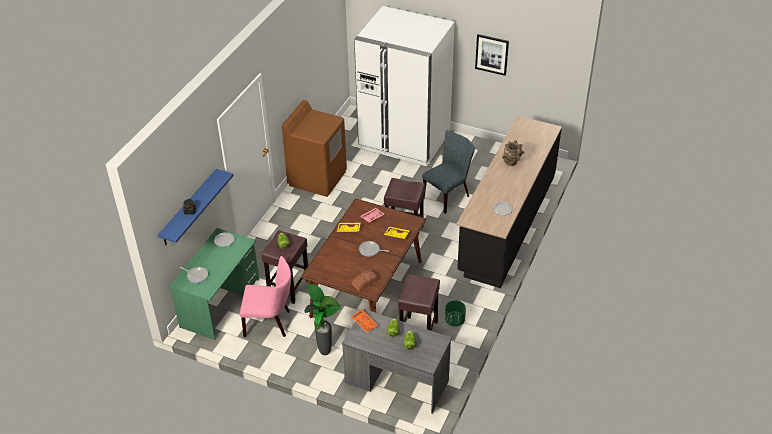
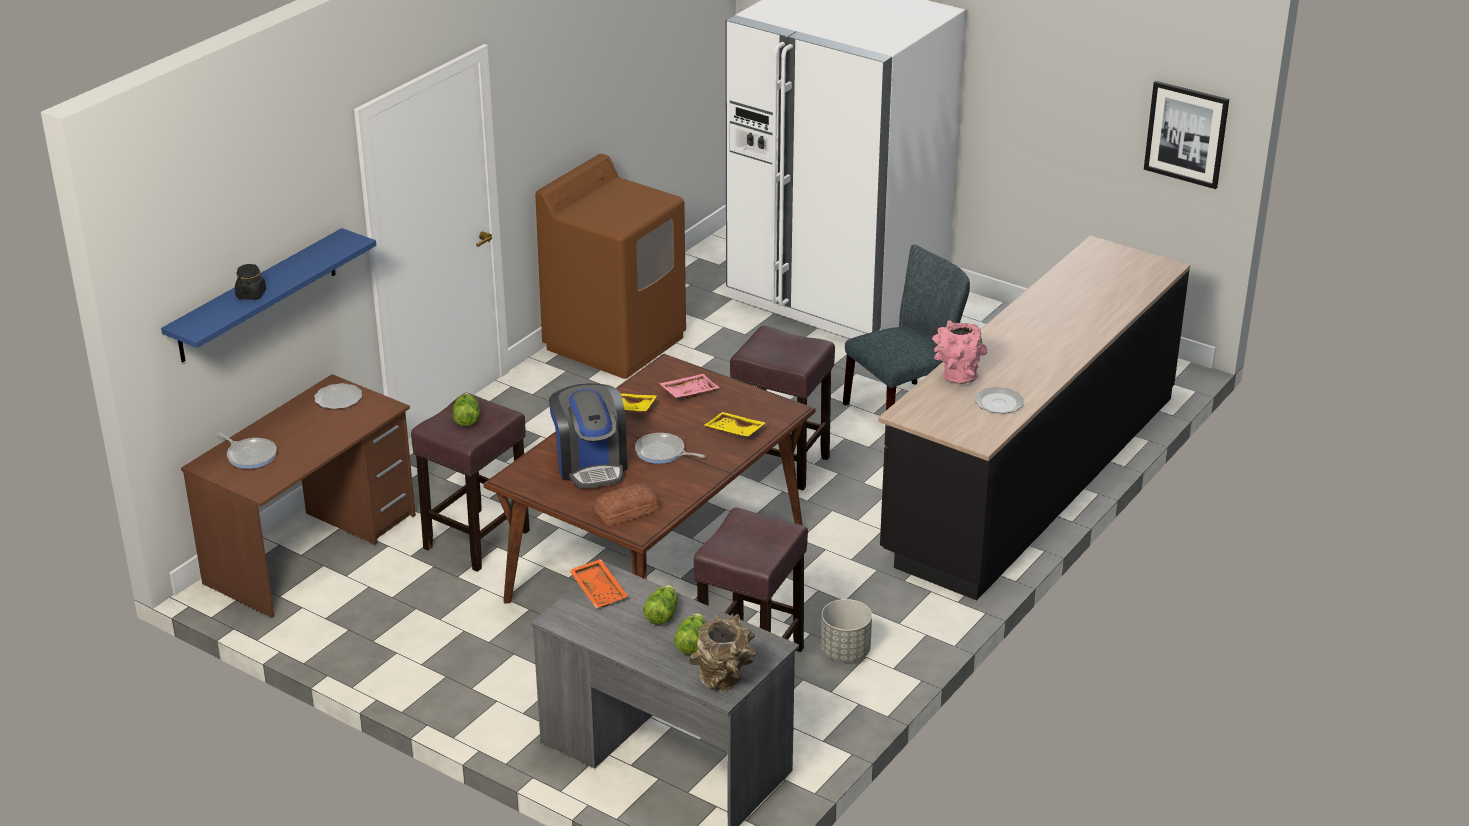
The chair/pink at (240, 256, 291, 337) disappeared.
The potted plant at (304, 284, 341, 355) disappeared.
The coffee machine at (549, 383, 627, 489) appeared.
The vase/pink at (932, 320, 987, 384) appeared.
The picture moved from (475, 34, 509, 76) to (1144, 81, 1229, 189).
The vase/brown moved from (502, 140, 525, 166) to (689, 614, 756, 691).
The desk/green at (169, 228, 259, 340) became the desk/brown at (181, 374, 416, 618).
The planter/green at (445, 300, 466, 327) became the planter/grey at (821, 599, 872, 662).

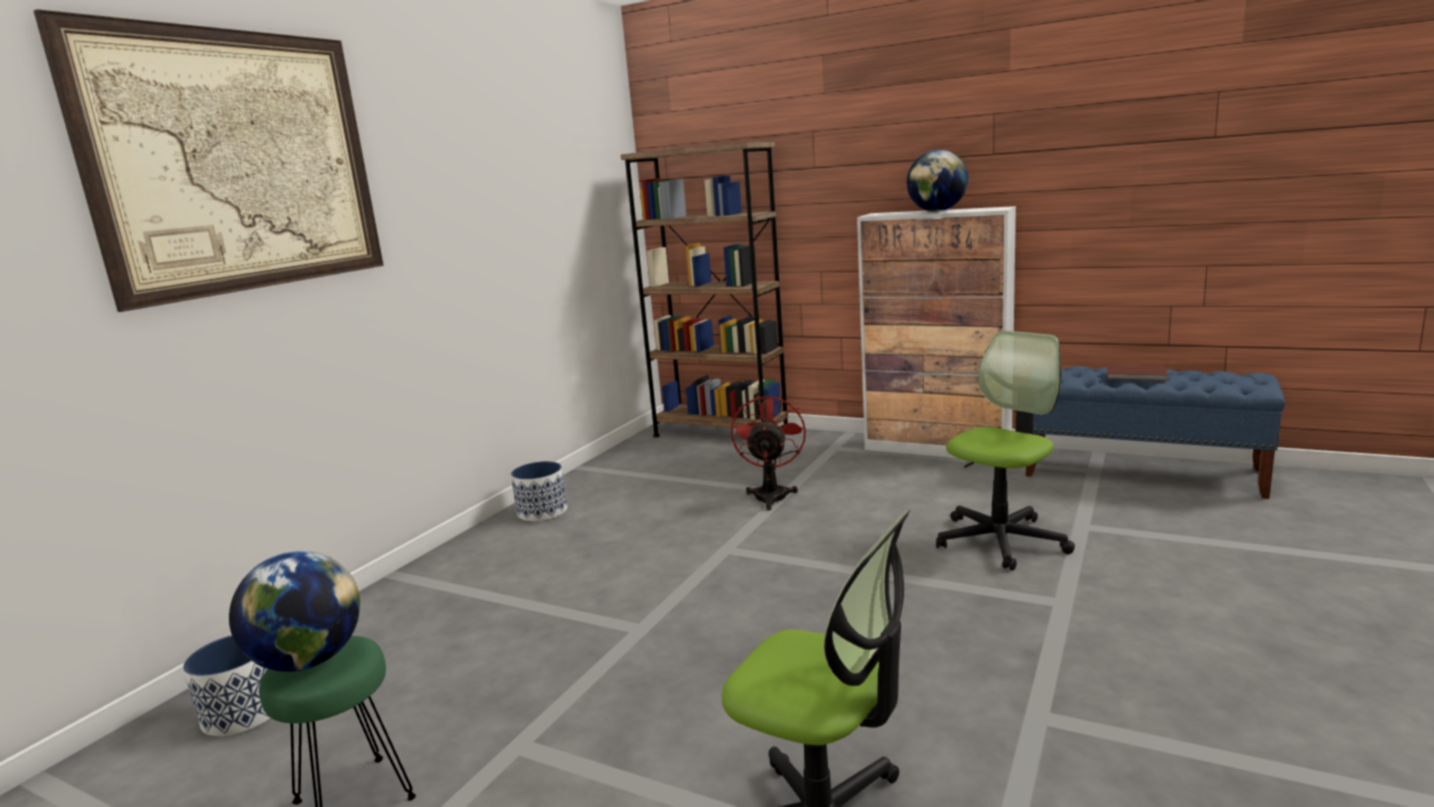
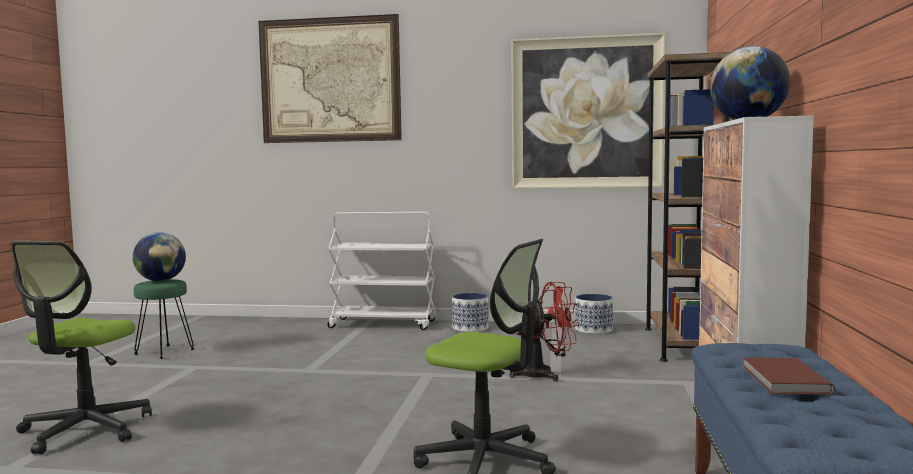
The cart/white at (327, 212, 436, 330) appeared.
The picture at (511, 33, 666, 189) appeared.
The planter moved from (183, 635, 270, 736) to (575, 294, 613, 334).

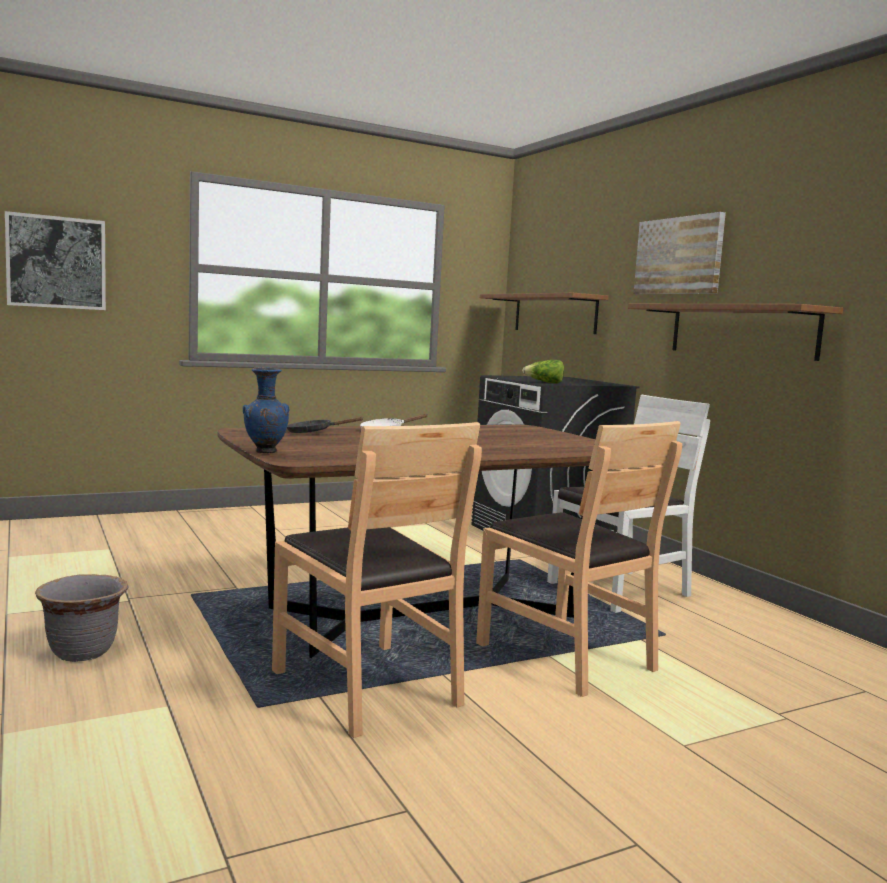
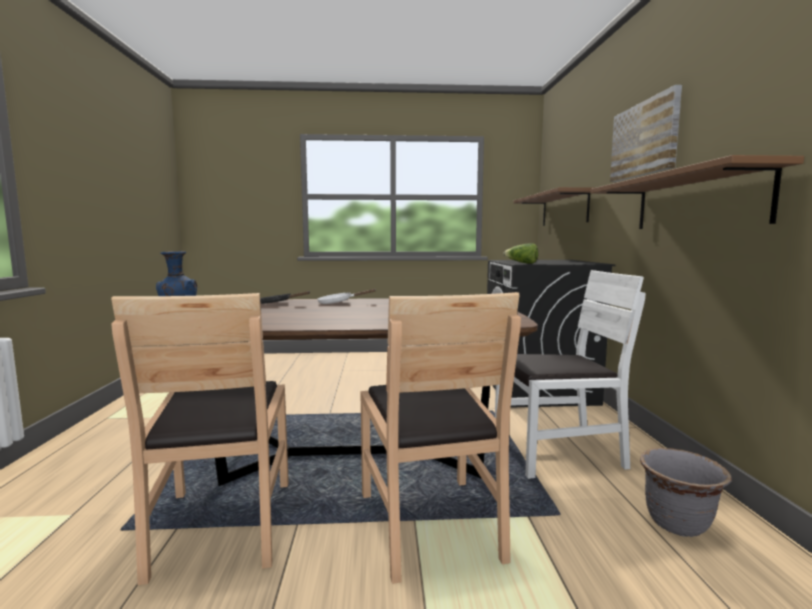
The picture at (5, 211, 106, 310) disappeared.
The planter/grey moved from (35, 574, 128, 662) to (640, 448, 732, 537).

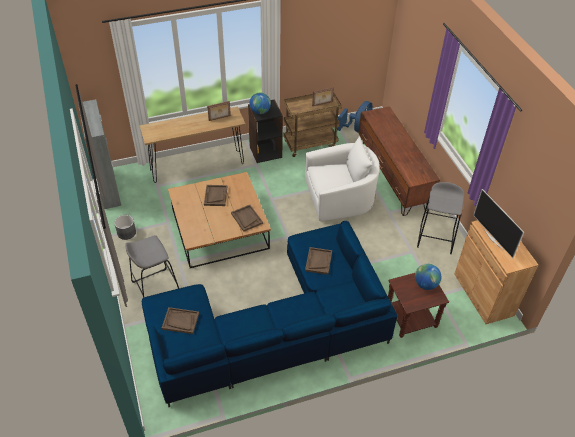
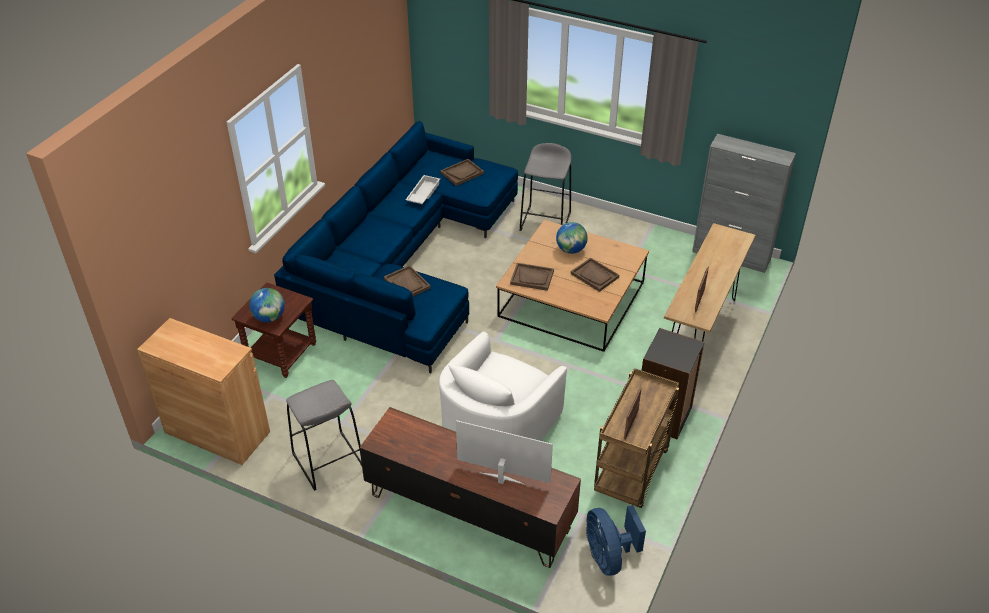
The planter/grey at (114, 215, 136, 240) disappeared.
The tray/white at (406, 175, 440, 204) appeared.
The globe moved from (250, 93, 271, 114) to (556, 222, 588, 254).
The television moved from (473, 189, 524, 258) to (456, 420, 553, 485).

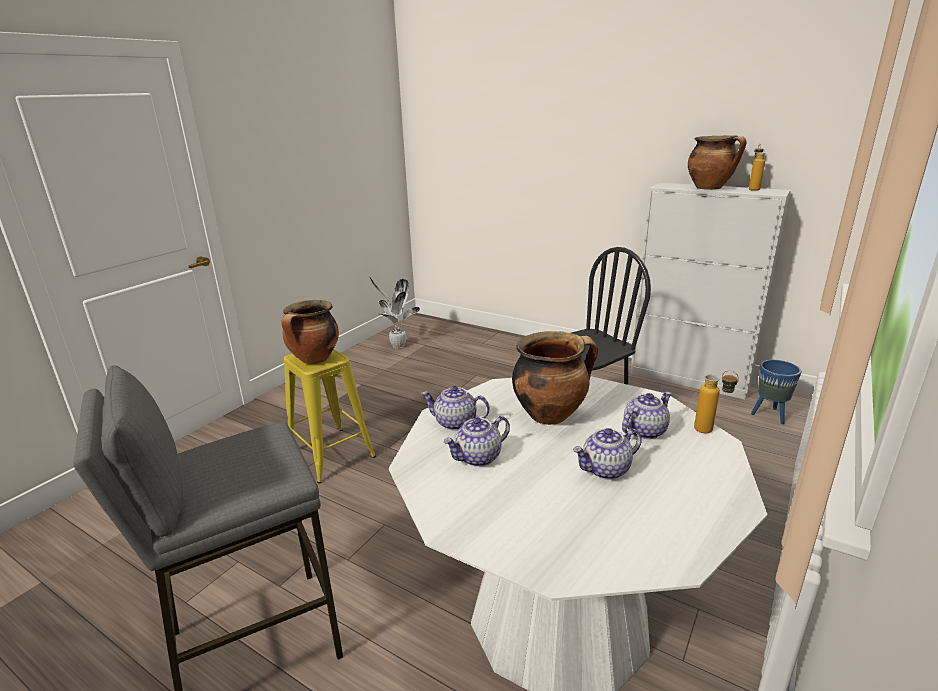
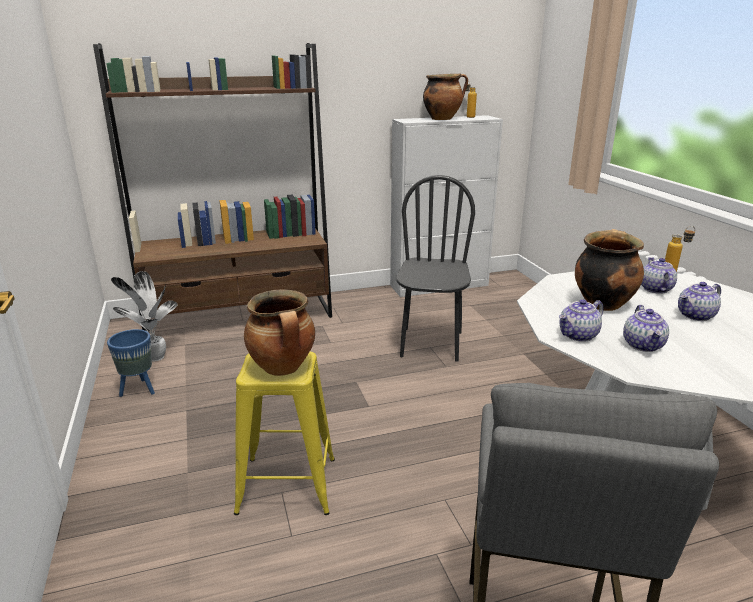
The bookcase/brown at (93, 43, 332, 332) appeared.
The planter/blue moved from (751, 360, 801, 424) to (107, 329, 155, 397).
The teapot at (573, 428, 642, 480) turned 45 degrees clockwise.

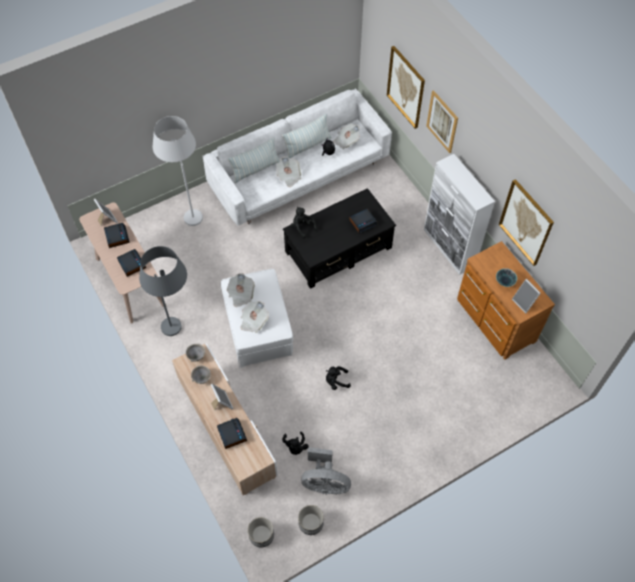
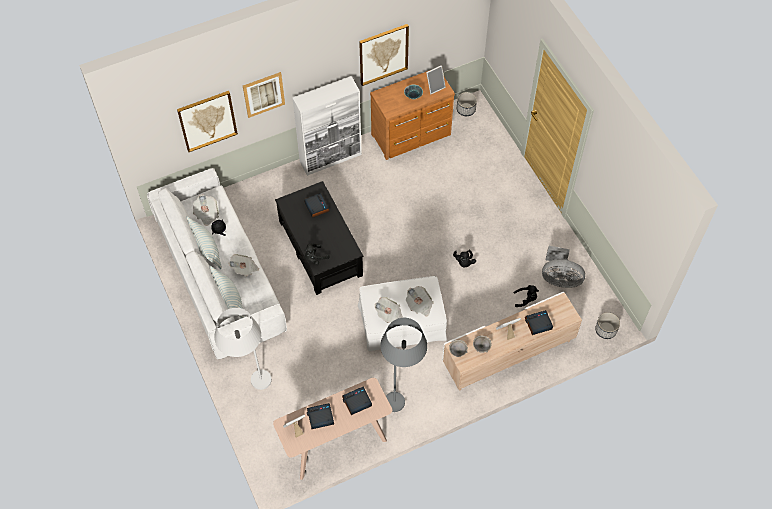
The planter moved from (298, 505, 324, 535) to (457, 92, 477, 116).
The fan/grey at (301, 447, 351, 495) turned 90 degrees clockwise.

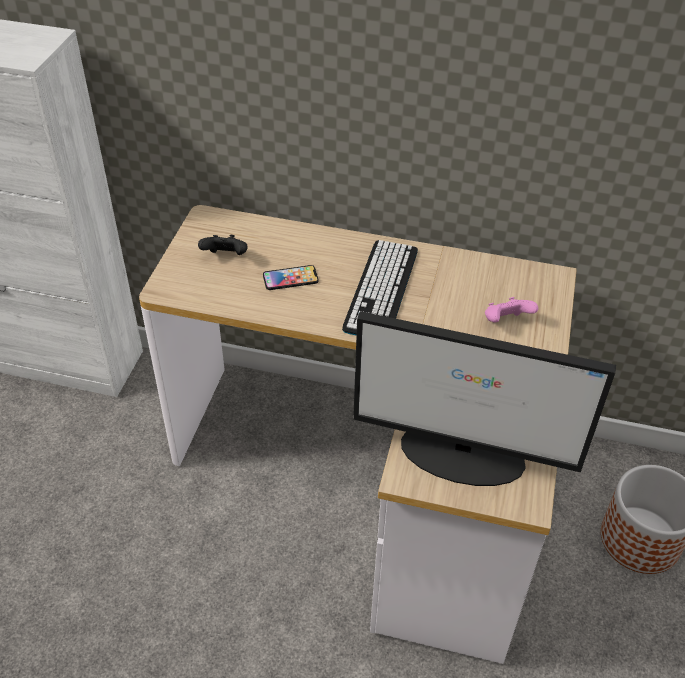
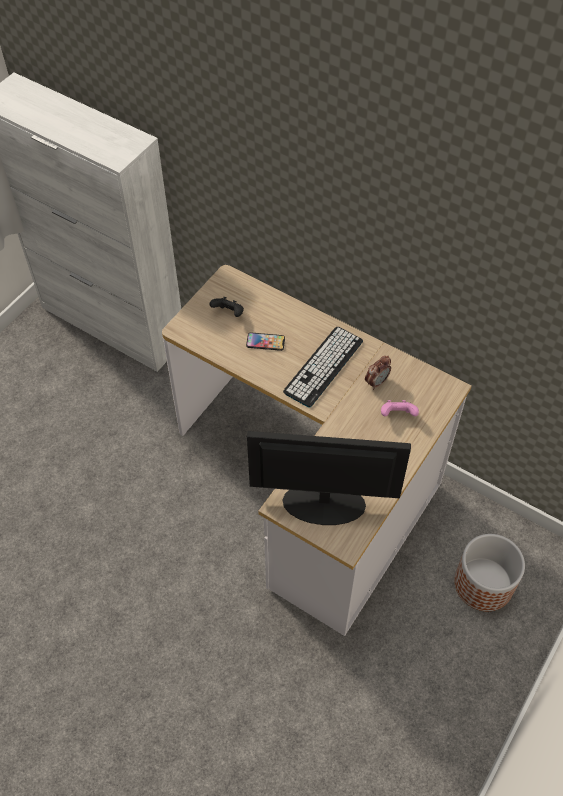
The alarm clock at (365, 356, 391, 390) appeared.
The monitor at (353, 311, 616, 486) turned 150 degrees clockwise.

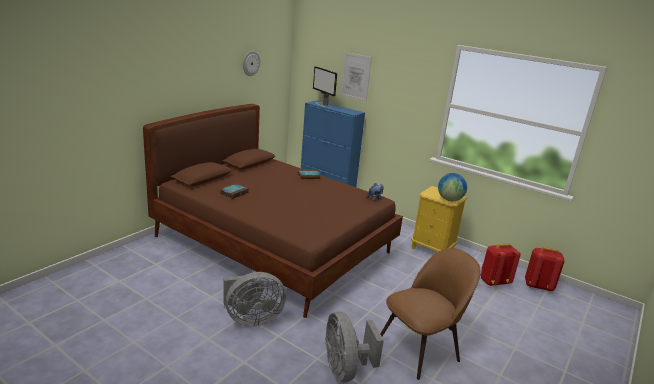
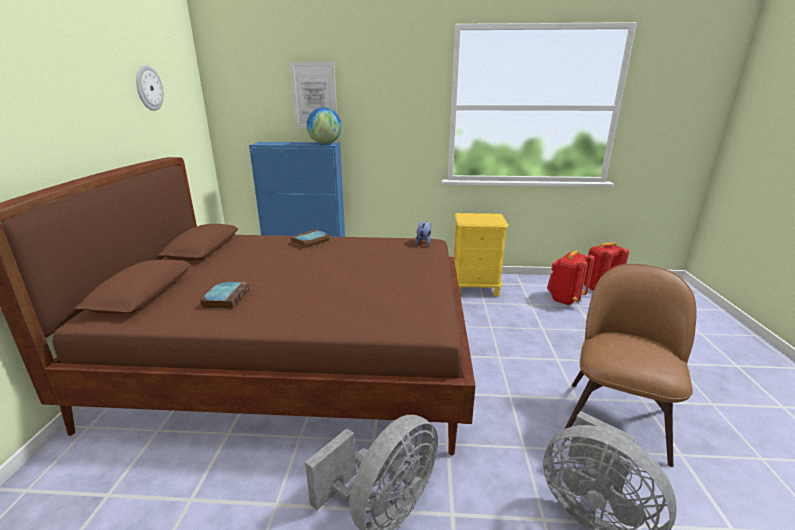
The monitor at (313, 66, 337, 108) disappeared.
The globe moved from (438, 173, 467, 201) to (306, 107, 342, 144).

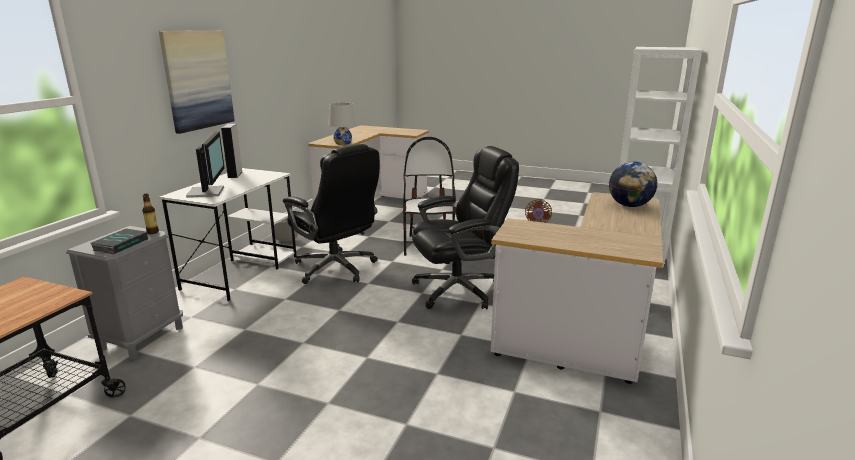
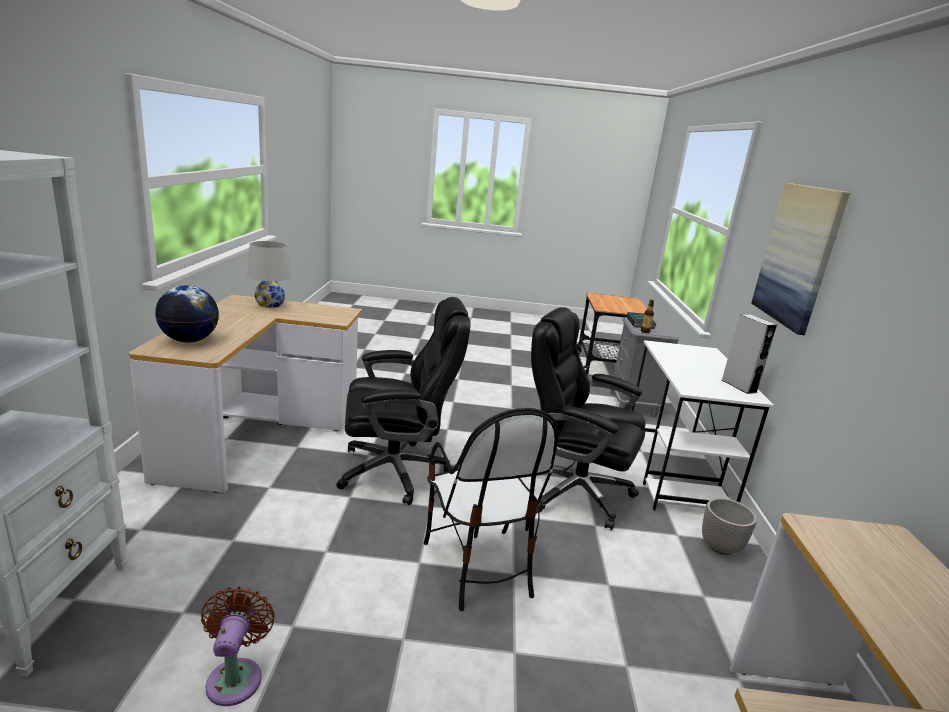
The monitor at (186, 132, 225, 198) disappeared.
The table lamp/white moved from (329, 102, 355, 145) to (247, 241, 291, 308).
The office chair/black at (412, 146, 519, 310) turned 150 degrees counterclockwise.

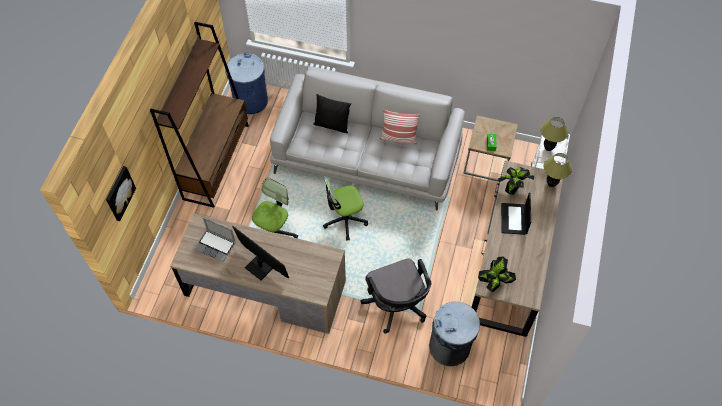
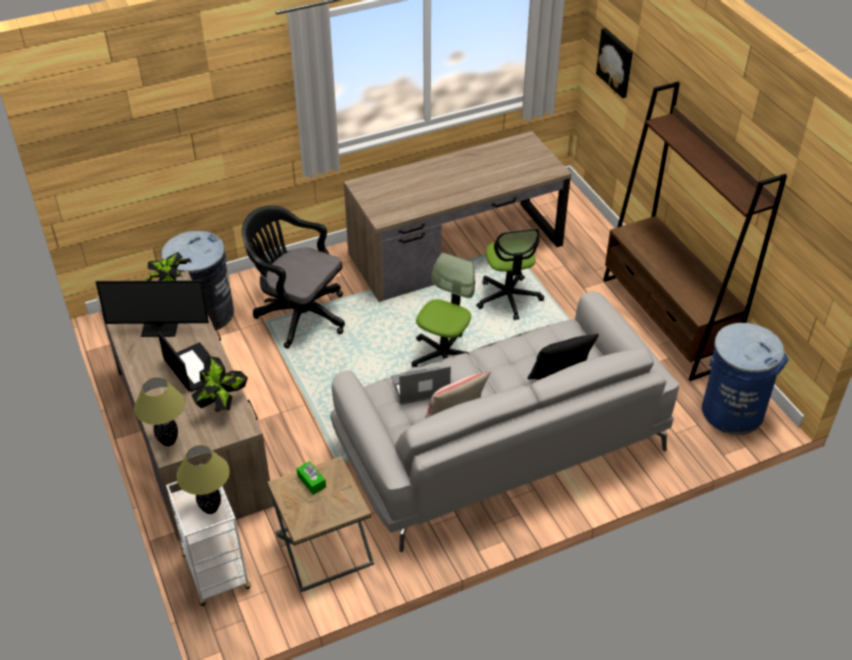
The laptop moved from (194, 218, 236, 262) to (391, 366, 451, 405).
The monitor moved from (232, 226, 289, 280) to (96, 280, 209, 337).

